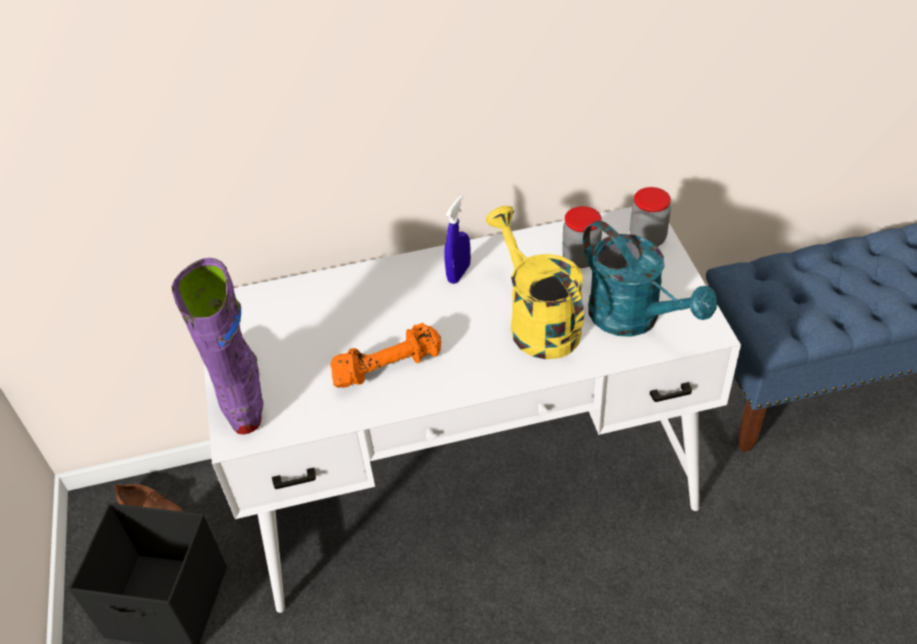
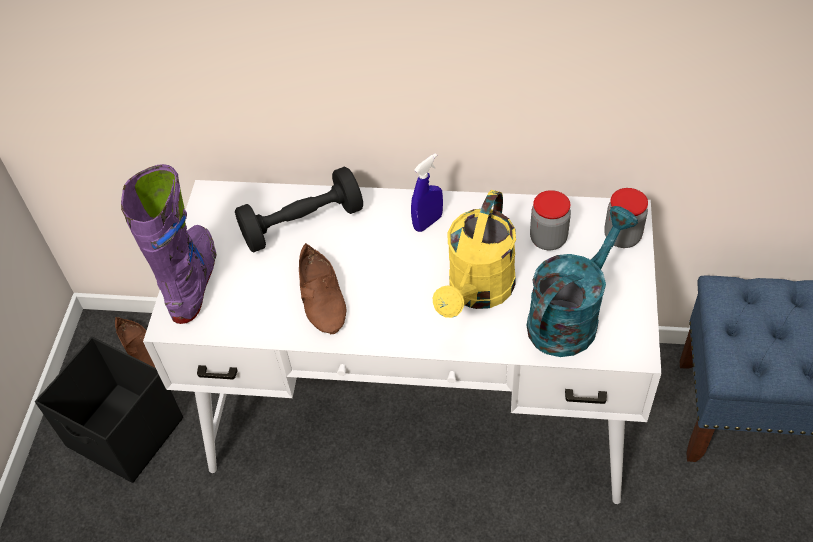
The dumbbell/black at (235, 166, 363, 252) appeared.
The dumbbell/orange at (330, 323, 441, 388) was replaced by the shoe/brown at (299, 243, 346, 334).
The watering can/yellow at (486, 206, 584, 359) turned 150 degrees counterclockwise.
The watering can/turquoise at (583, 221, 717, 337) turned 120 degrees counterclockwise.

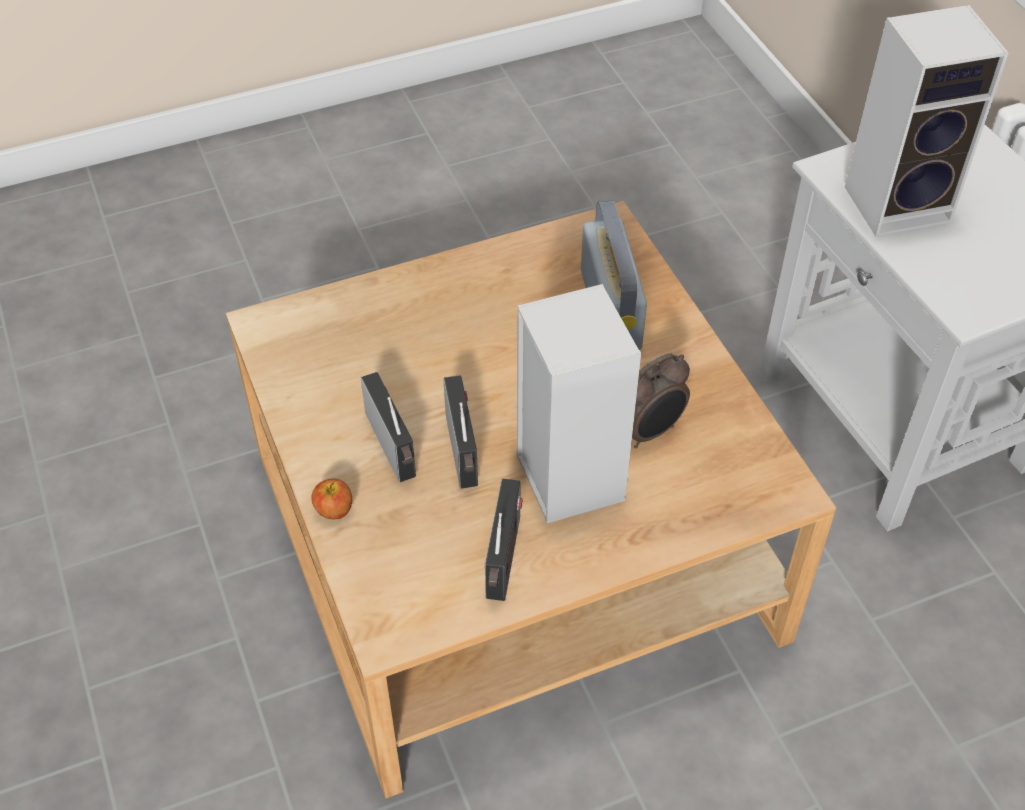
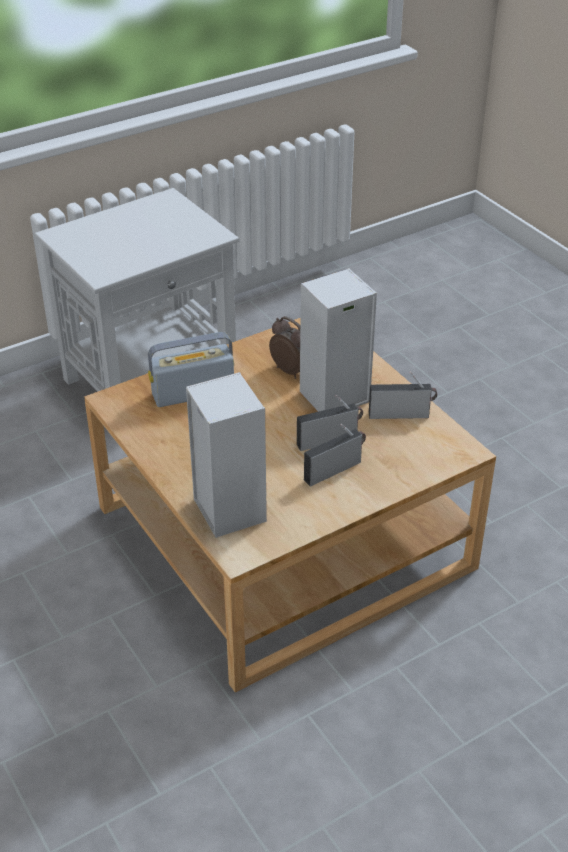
The apple at (311, 479, 352, 519) disappeared.
The speaker moved from (845, 5, 1009, 236) to (186, 372, 267, 538).

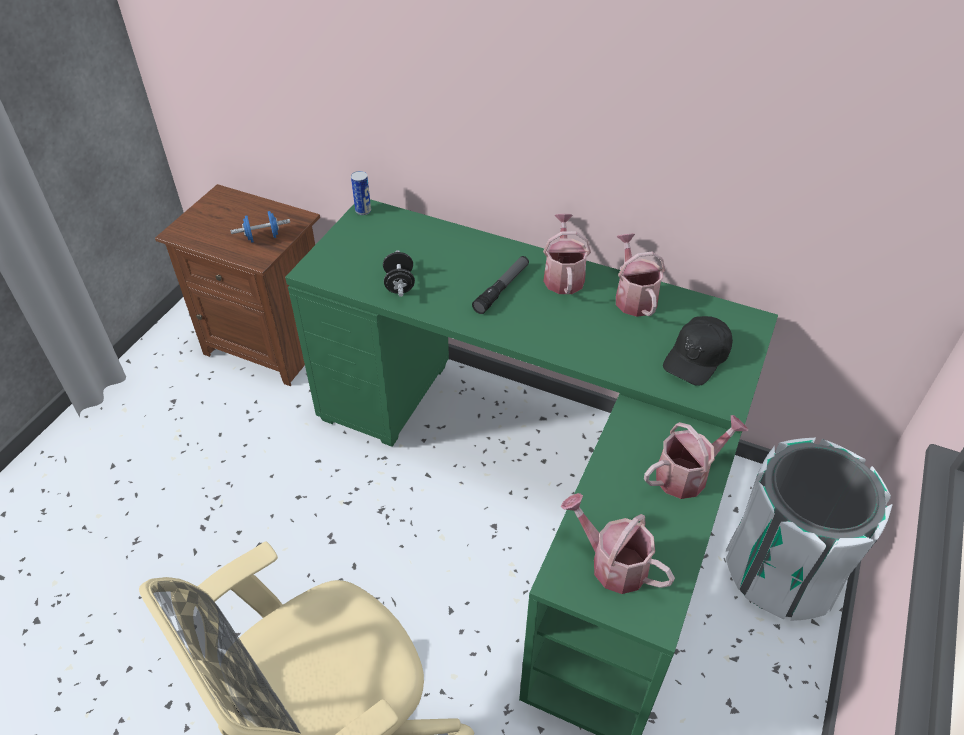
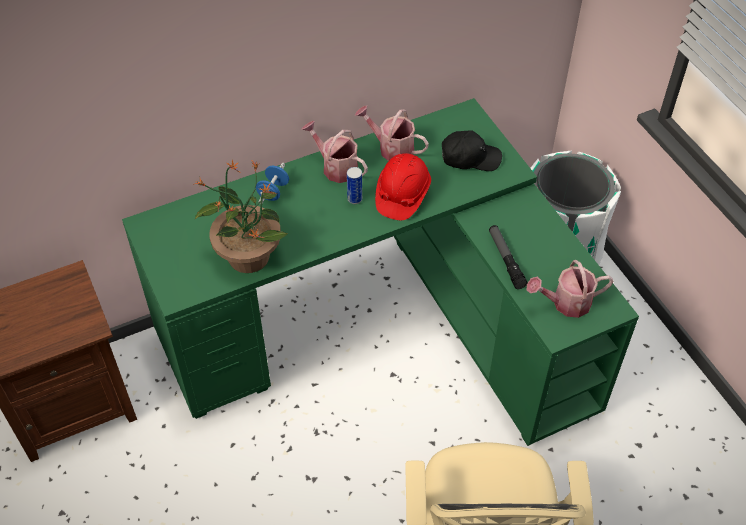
The watering can at (644, 415, 748, 499) disappeared.
The hard hat/red at (375, 153, 431, 220) appeared.
The dumbbell/blue moved from (230, 211, 290, 243) to (256, 163, 289, 203).
The can moved from (351, 171, 371, 215) to (347, 167, 362, 204).
The flashlight moved from (472, 256, 529, 314) to (489, 225, 527, 289).
The dumbbell/black at (383, 250, 415, 297) was replaced by the potted plant at (193, 160, 287, 273).
The cap/black at (663, 316, 733, 386) turned 75 degrees counterclockwise.

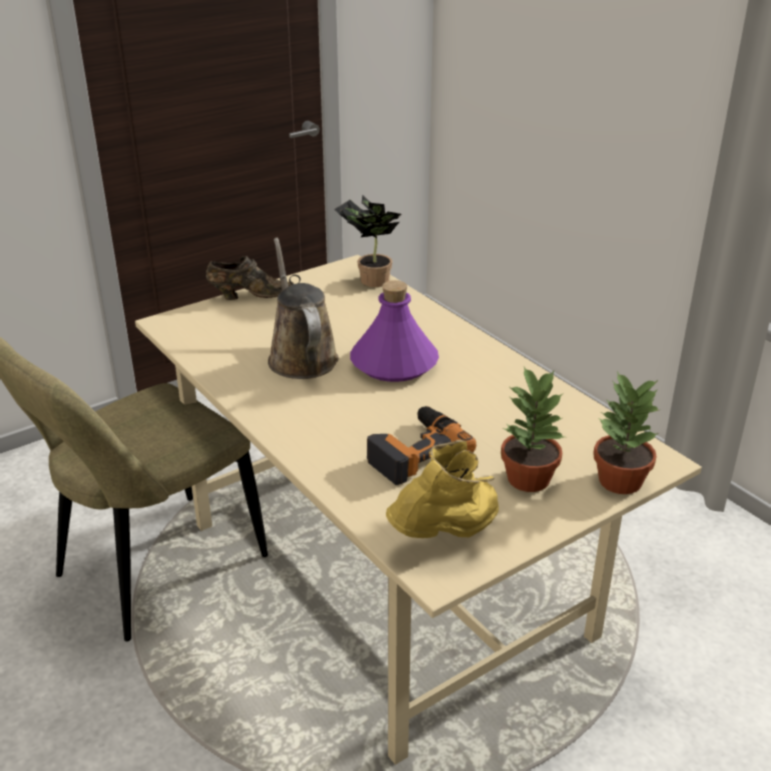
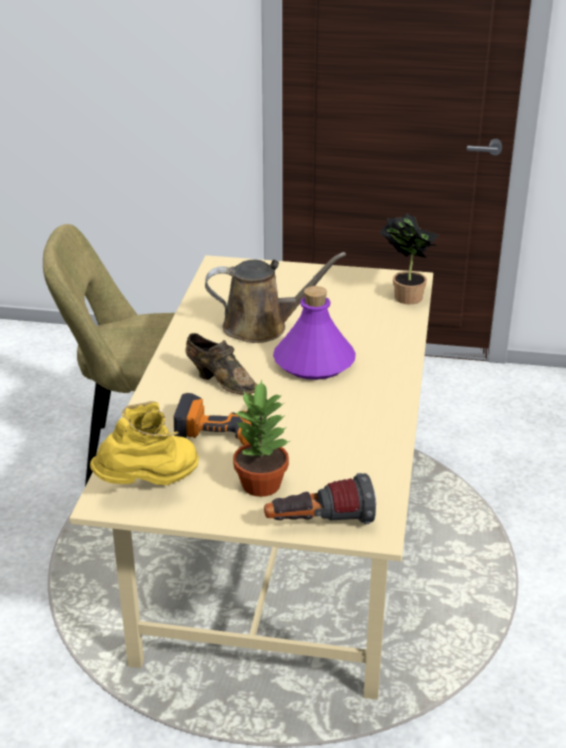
The shoe/brown moved from (206, 256, 294, 300) to (185, 333, 258, 394).
The potted plant at (593, 372, 659, 494) was replaced by the flashlight at (264, 473, 376, 524).
The watering can/brown at (268, 238, 339, 379) turned 60 degrees clockwise.
The boot/yellow at (386, 440, 499, 538) turned 45 degrees counterclockwise.

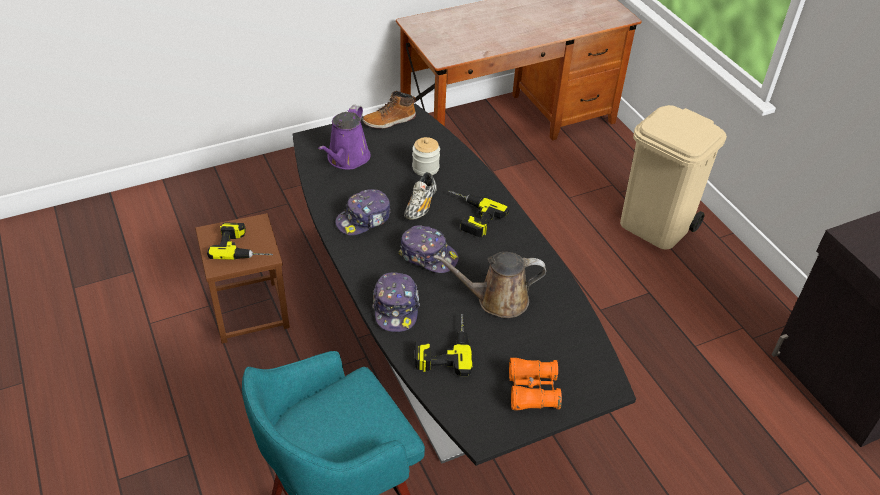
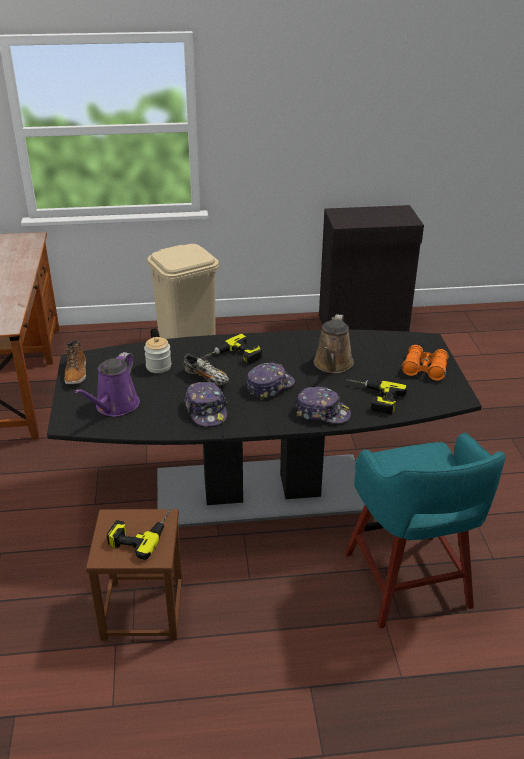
The watering can/purple at (318, 105, 371, 170) turned 75 degrees clockwise.

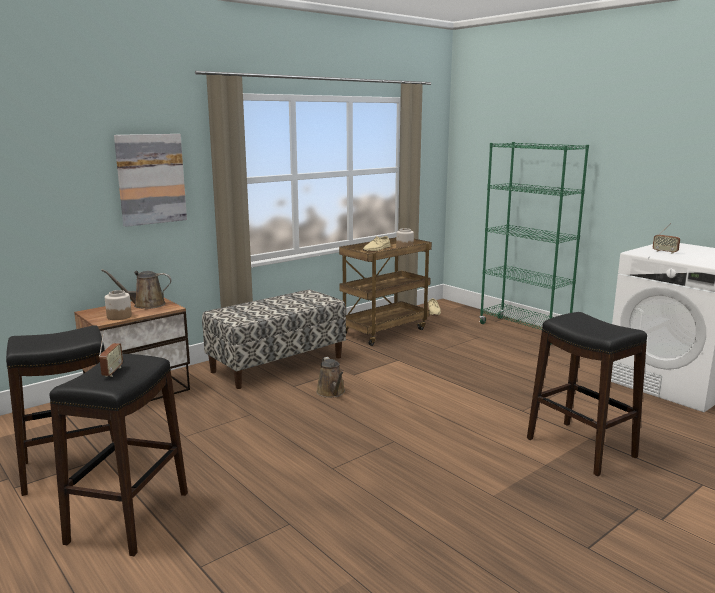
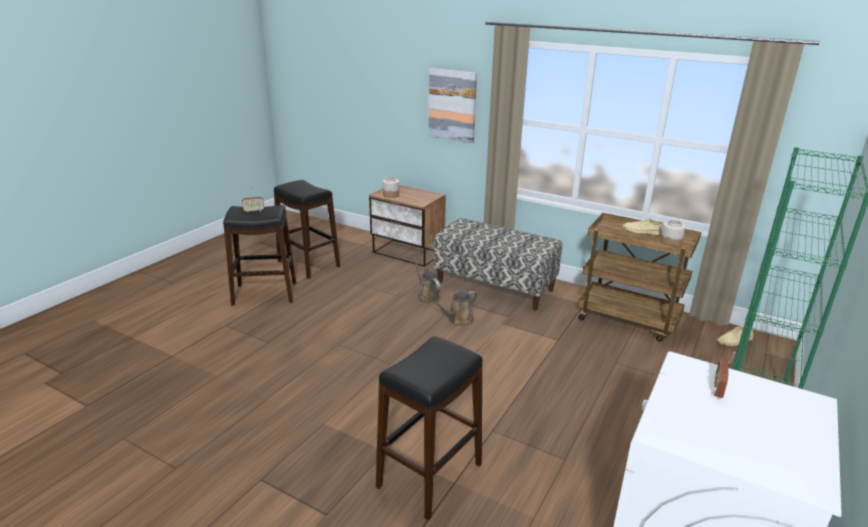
The watering can/brown moved from (101, 269, 172, 309) to (413, 257, 441, 303).

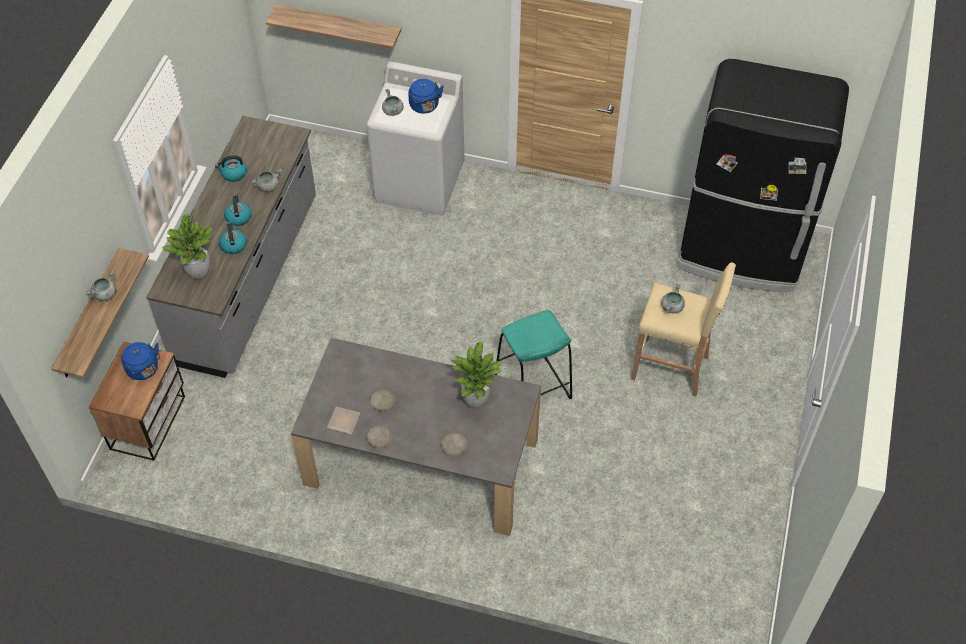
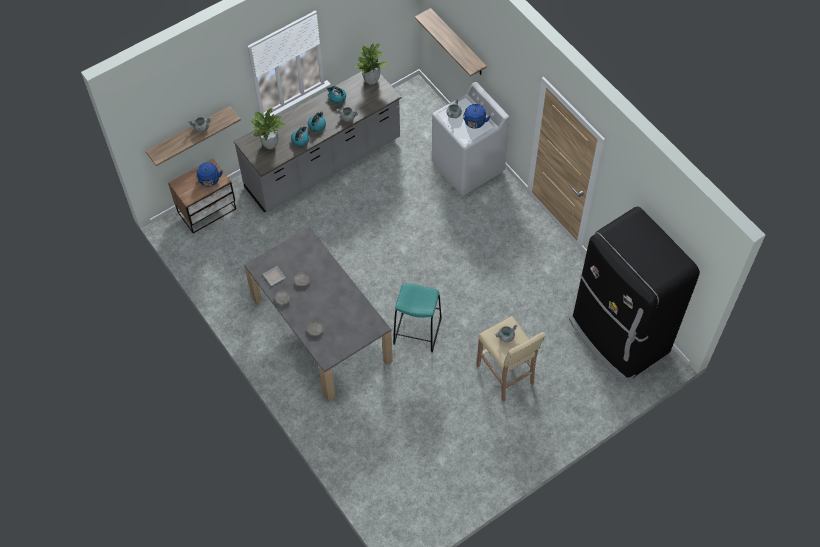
The potted plant moved from (450, 341, 503, 408) to (354, 43, 388, 85).

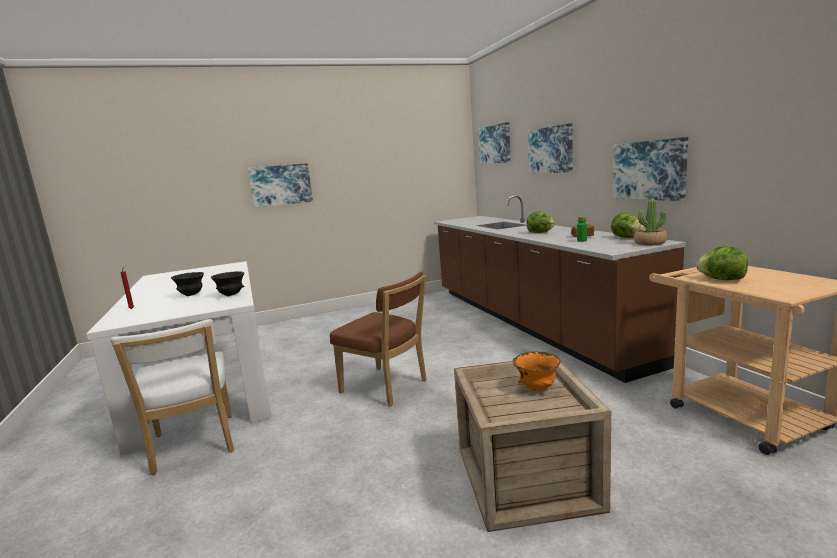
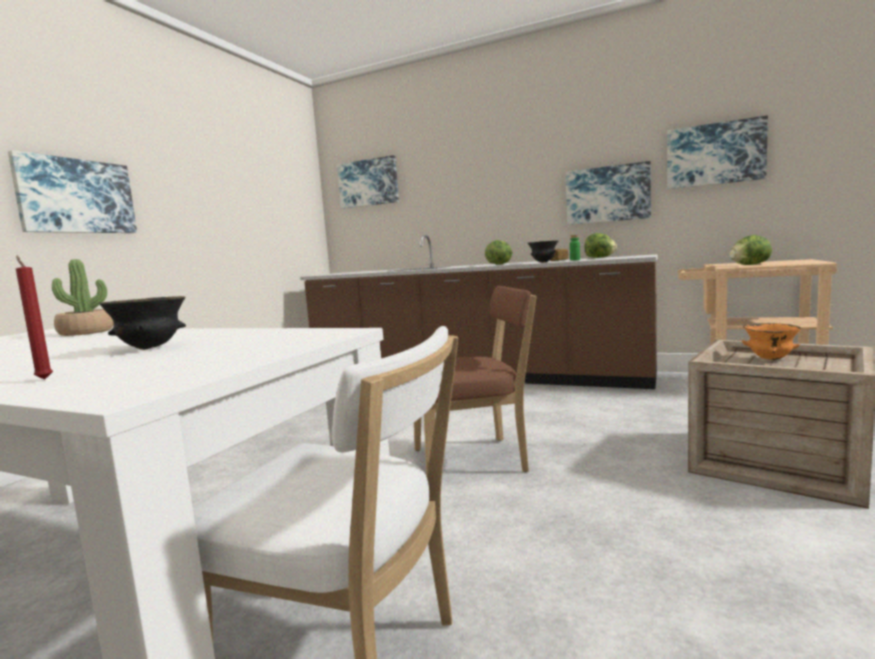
The bowl/black moved from (211, 271, 245, 296) to (528, 240, 559, 262).
The picture moved from (528, 123, 573, 174) to (667, 115, 768, 189).
The potted plant moved from (634, 199, 667, 245) to (52, 259, 113, 336).

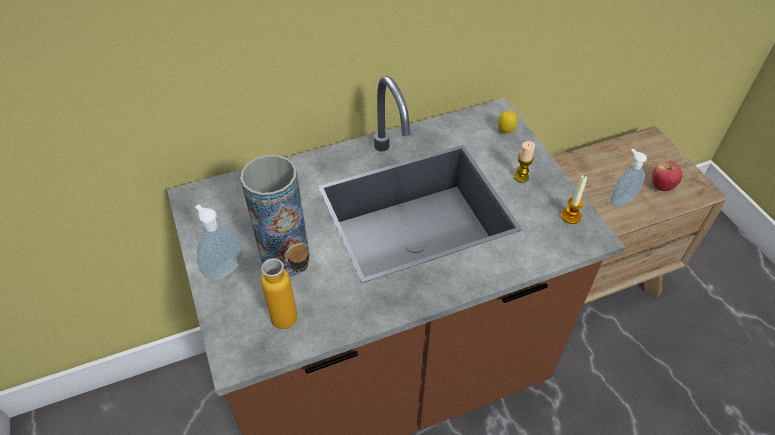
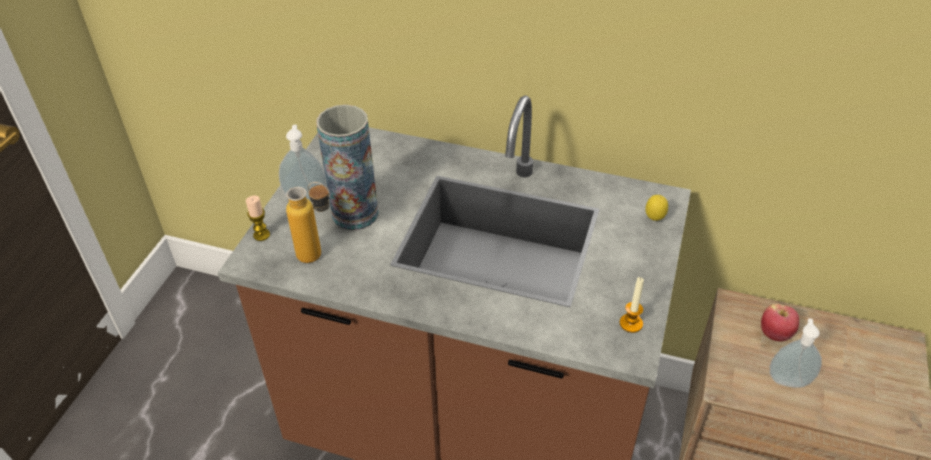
The candle moved from (514, 141, 535, 183) to (246, 195, 270, 241).
The apple moved from (652, 161, 682, 191) to (761, 304, 799, 341).

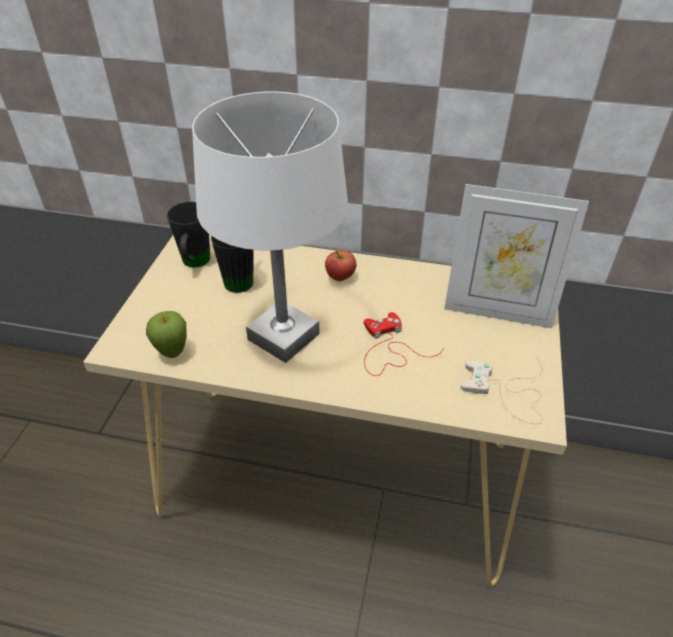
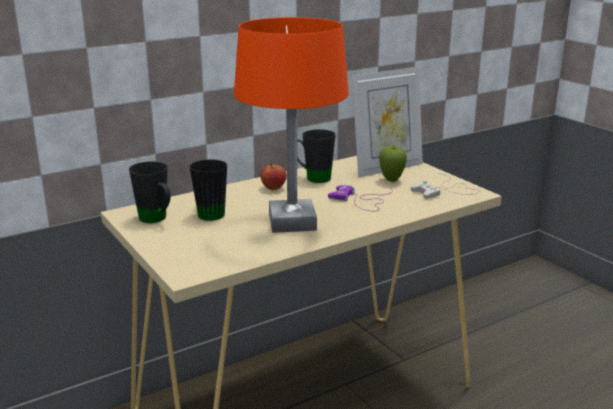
The mug/black at (297, 129, 336, 183) appeared.
The apple moved from (146, 311, 187, 358) to (379, 146, 407, 182).
The table lamp/white at (192, 92, 348, 363) became the table lamp/orange at (234, 17, 349, 233).
The game controller/red at (364, 312, 444, 376) became the game controller/purple at (328, 185, 392, 211).

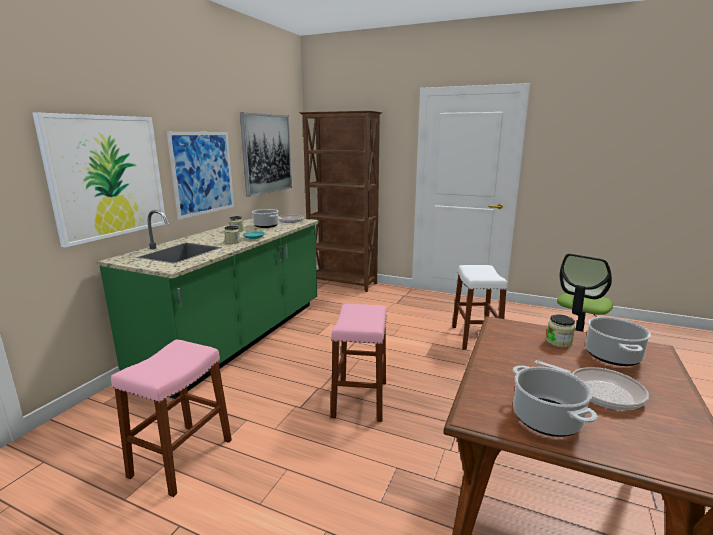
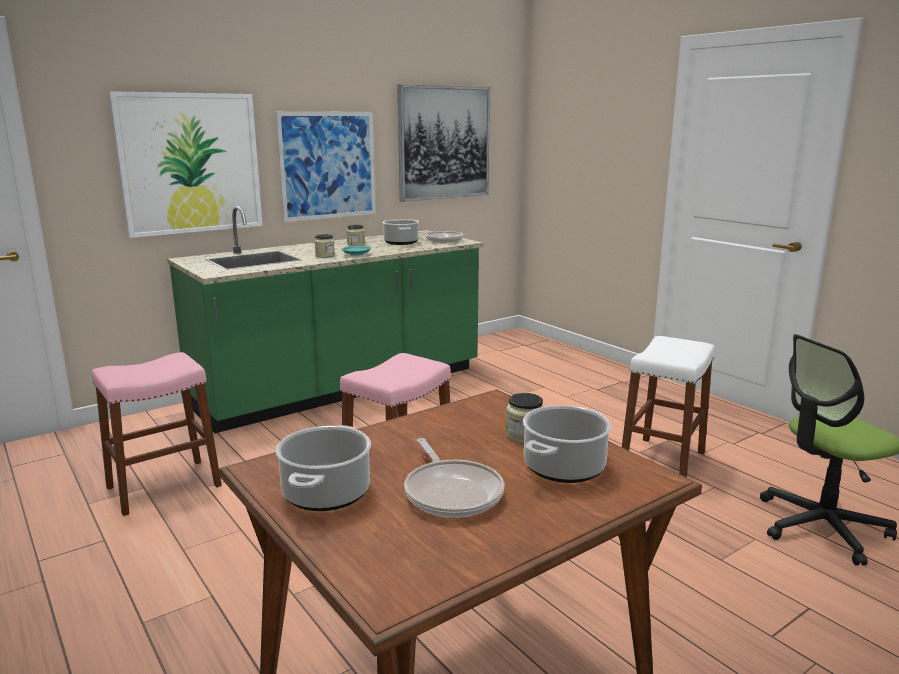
The bookcase/brown at (299, 111, 382, 292) disappeared.

